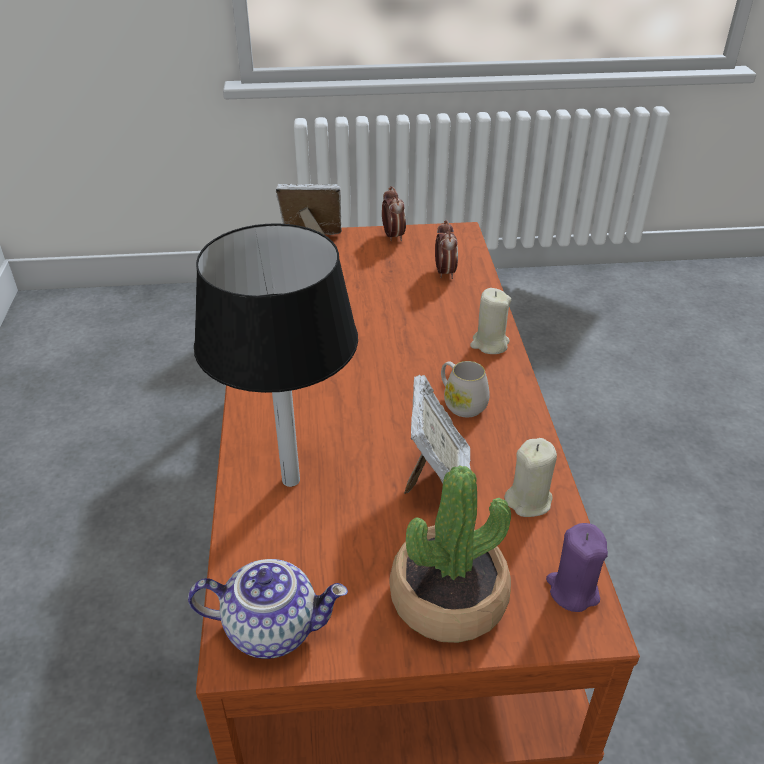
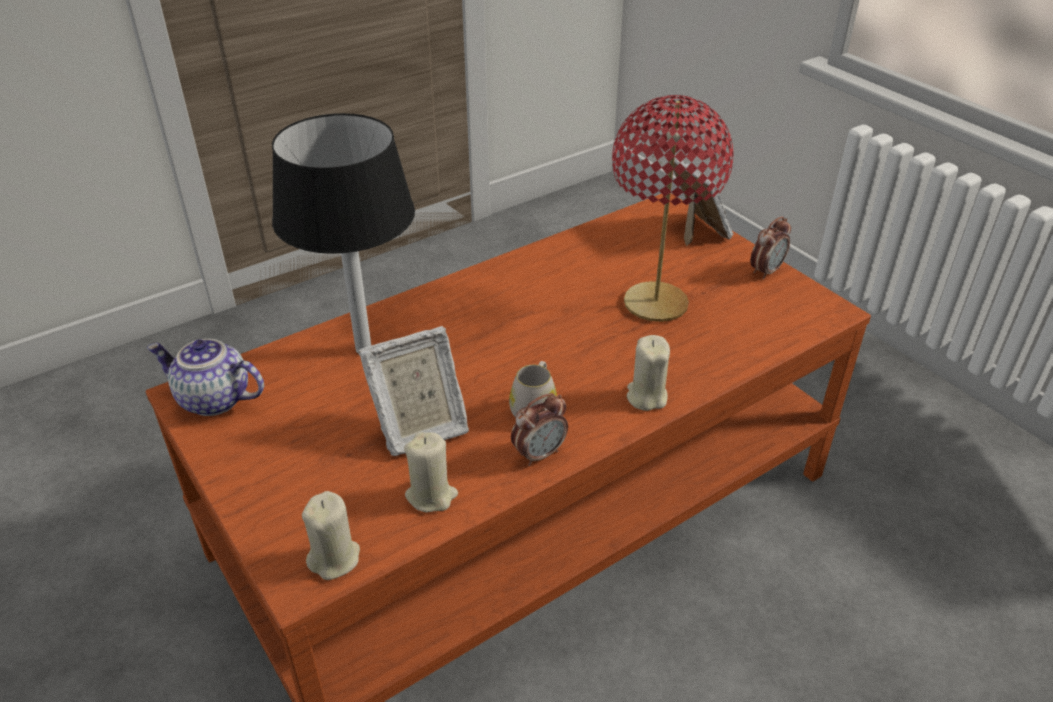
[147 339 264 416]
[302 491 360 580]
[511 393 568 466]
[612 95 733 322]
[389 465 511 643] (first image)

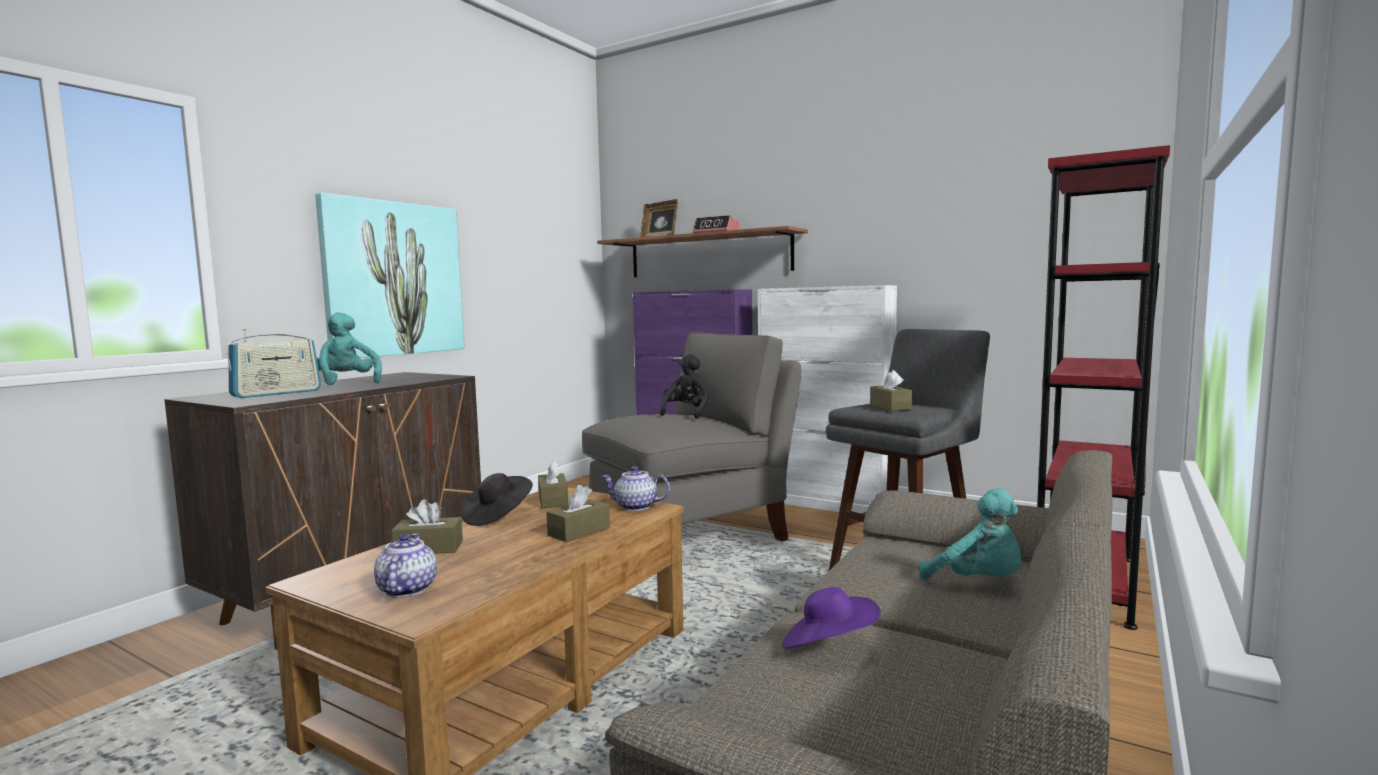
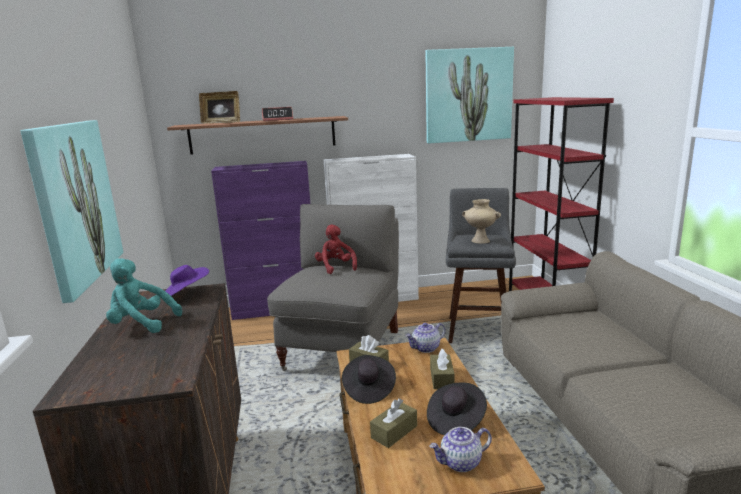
[165 265 209 296]
[315 224 357 274]
[425 47 514 143]
[427 383 487 435]
[430 427 492 472]
[462 199 501 244]
[227 329 321 398] (first image)
[919 488 1021 580] (first image)

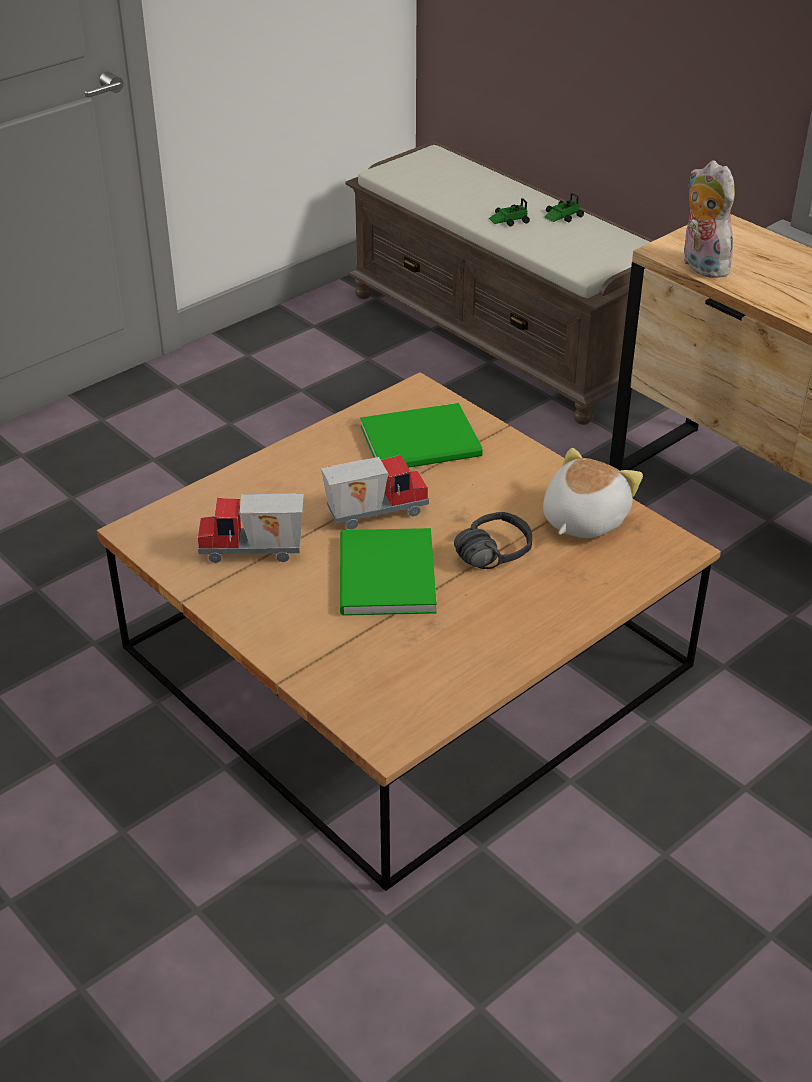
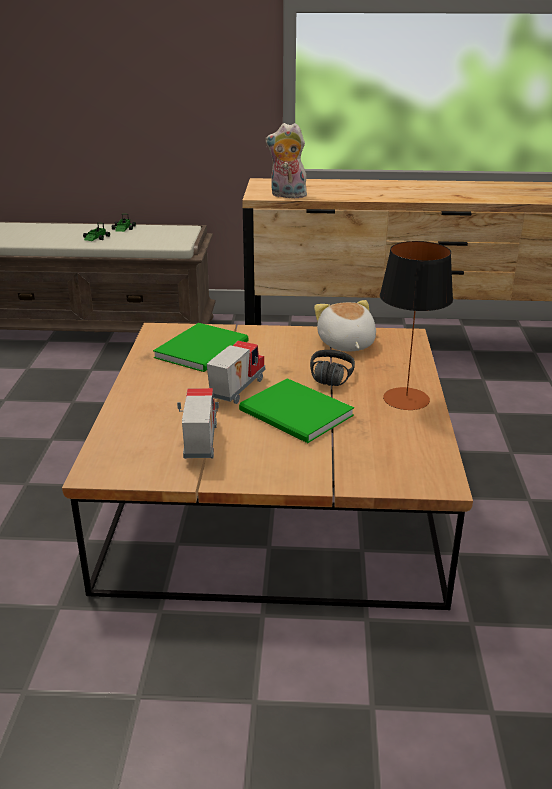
[177 388 219 459]
[380 241 453 410]

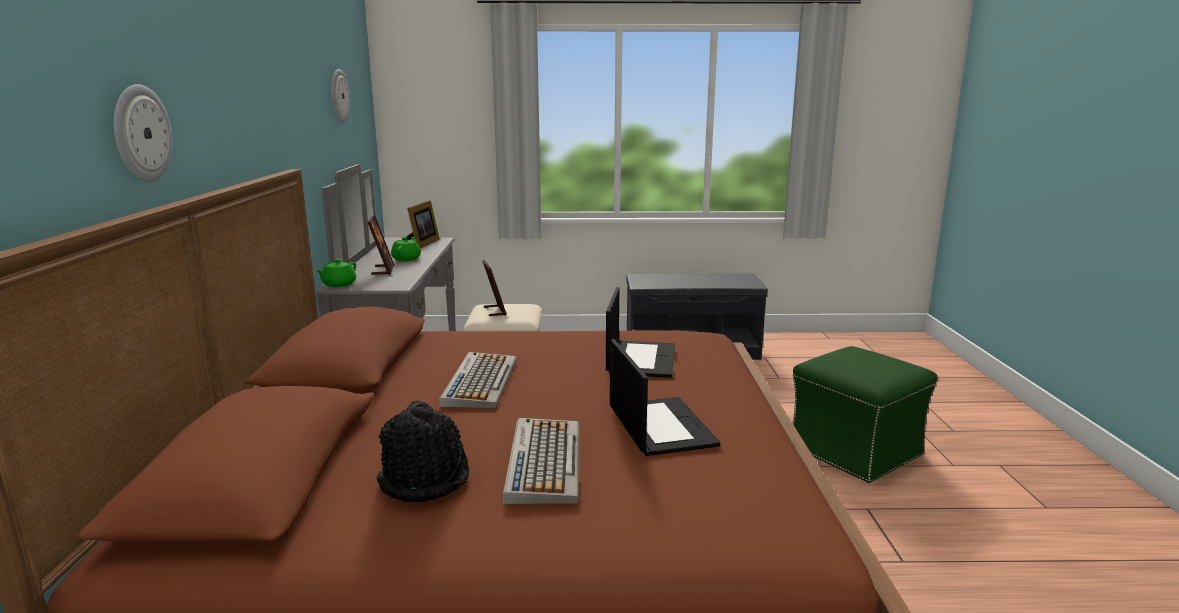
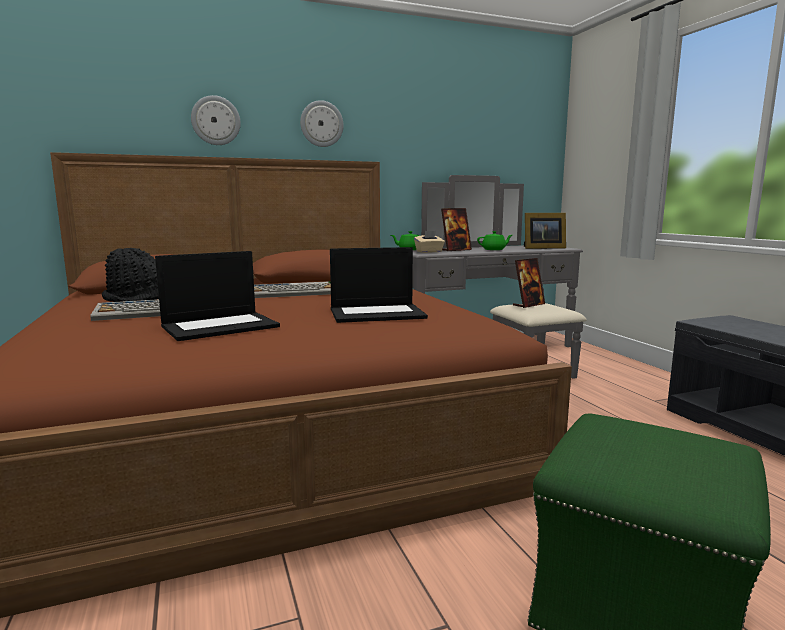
[300 100 344 147]
[414 231 445 253]

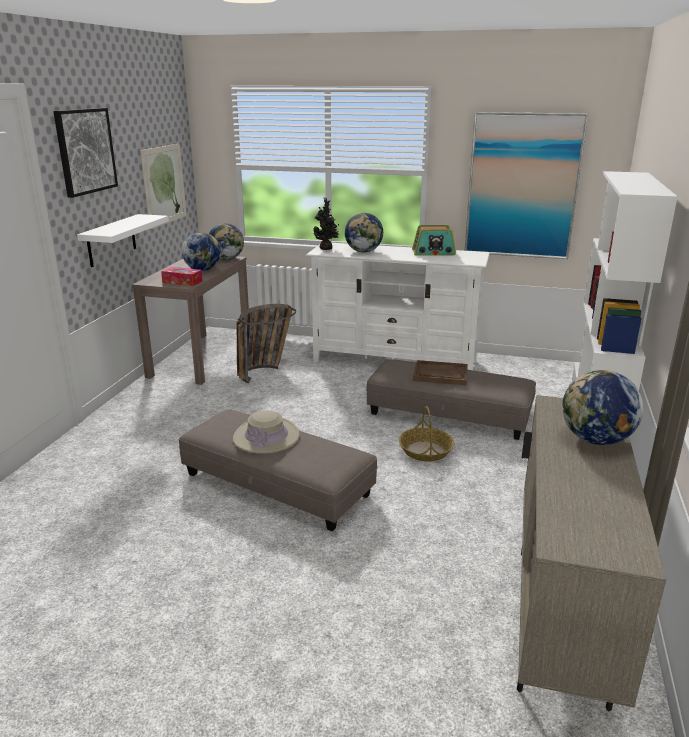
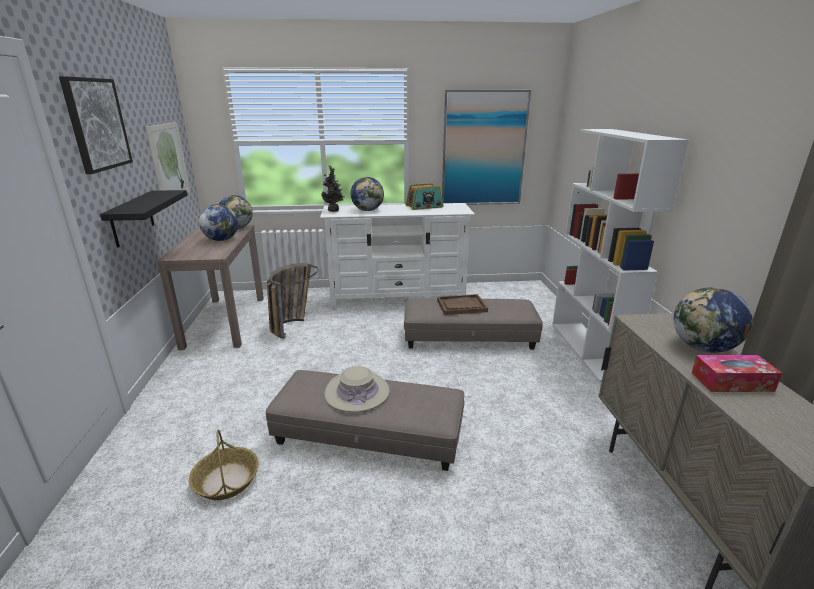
[100 190 187 248]
[189 429 259 500]
[692 355 782 392]

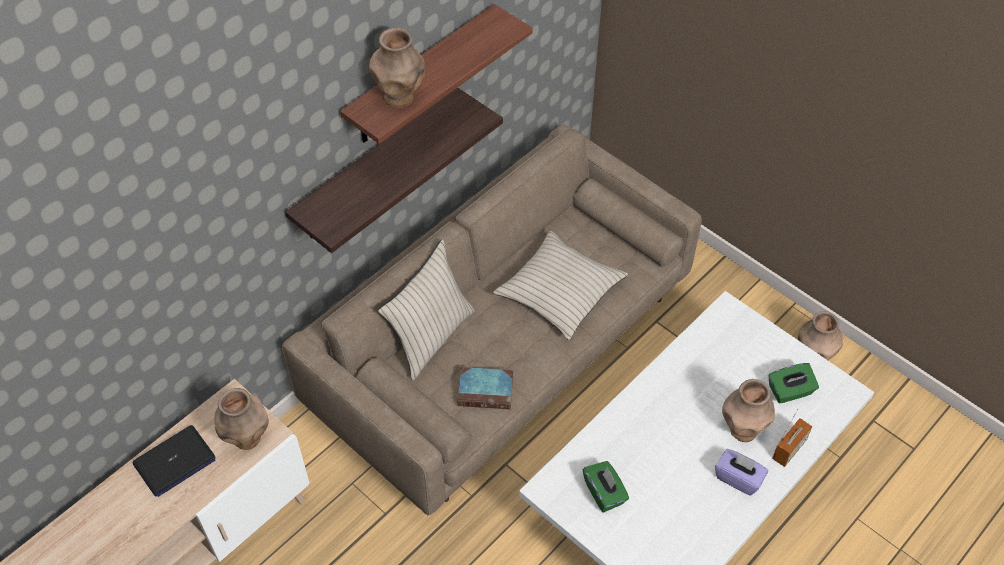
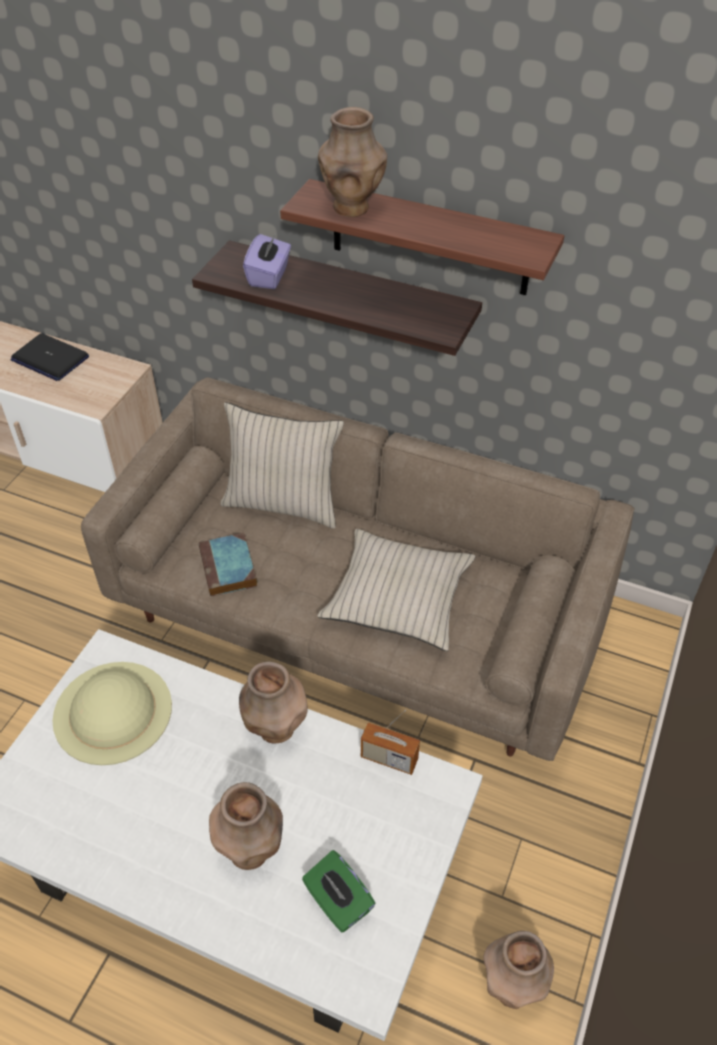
[52 662 172 765]
[239 661 307 743]
[243 234 291 289]
[361 709 420 775]

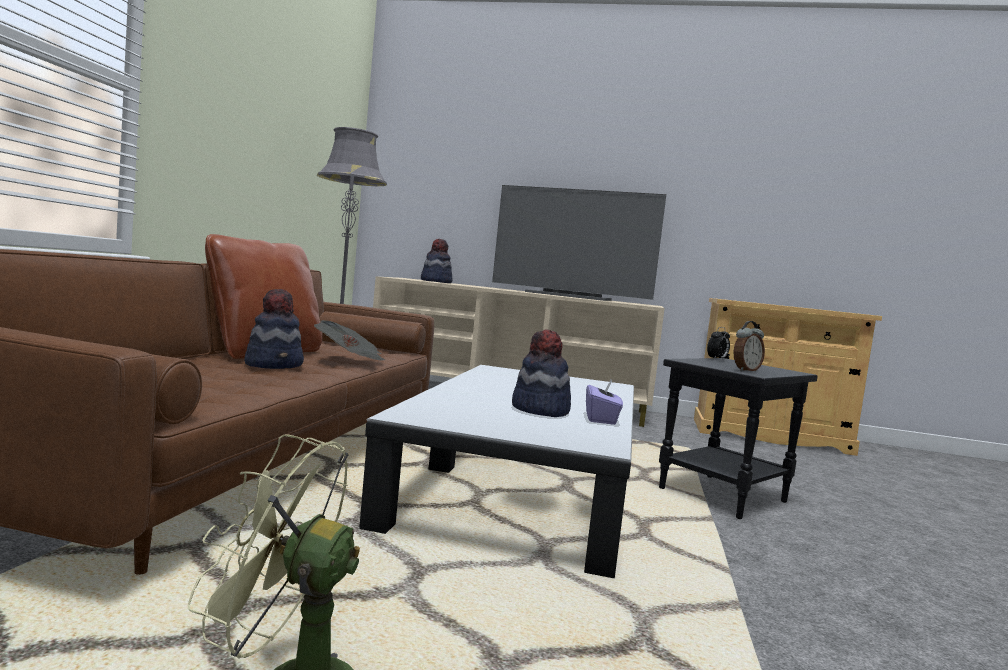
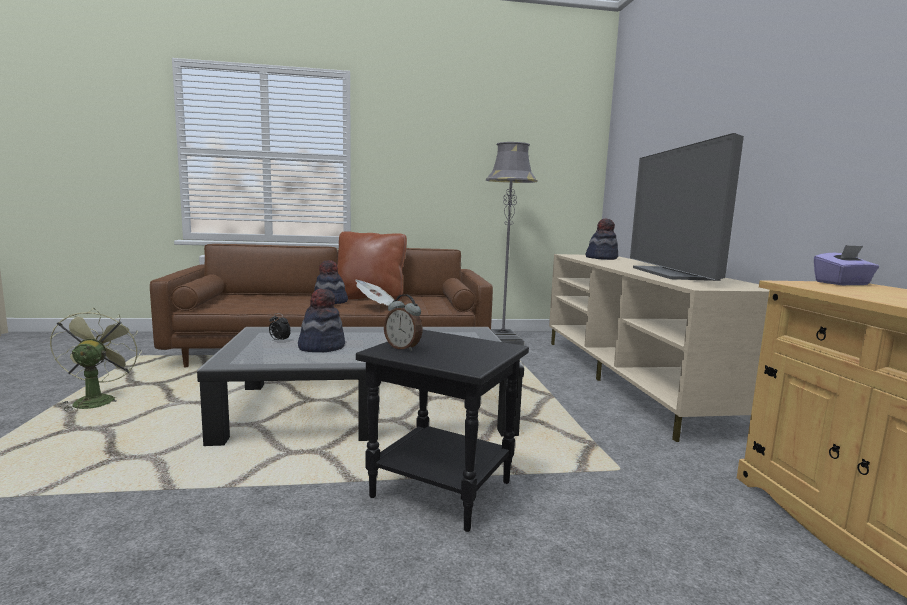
[269 313 291 341]
[814 245 879 286]

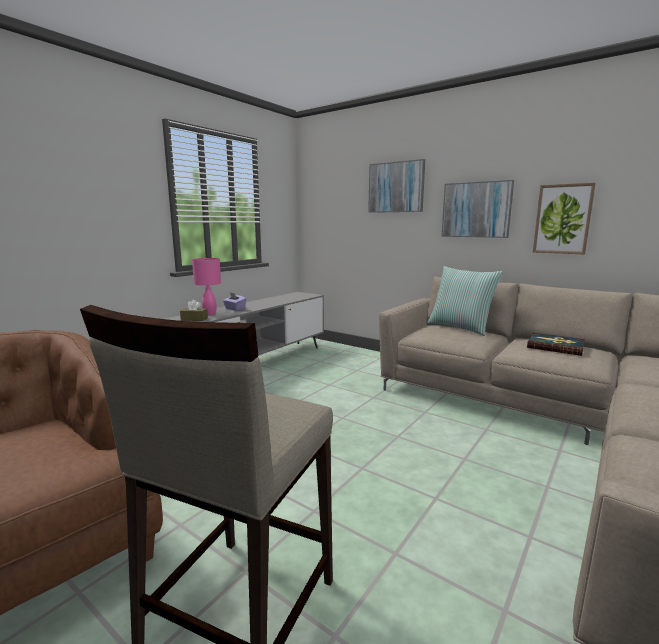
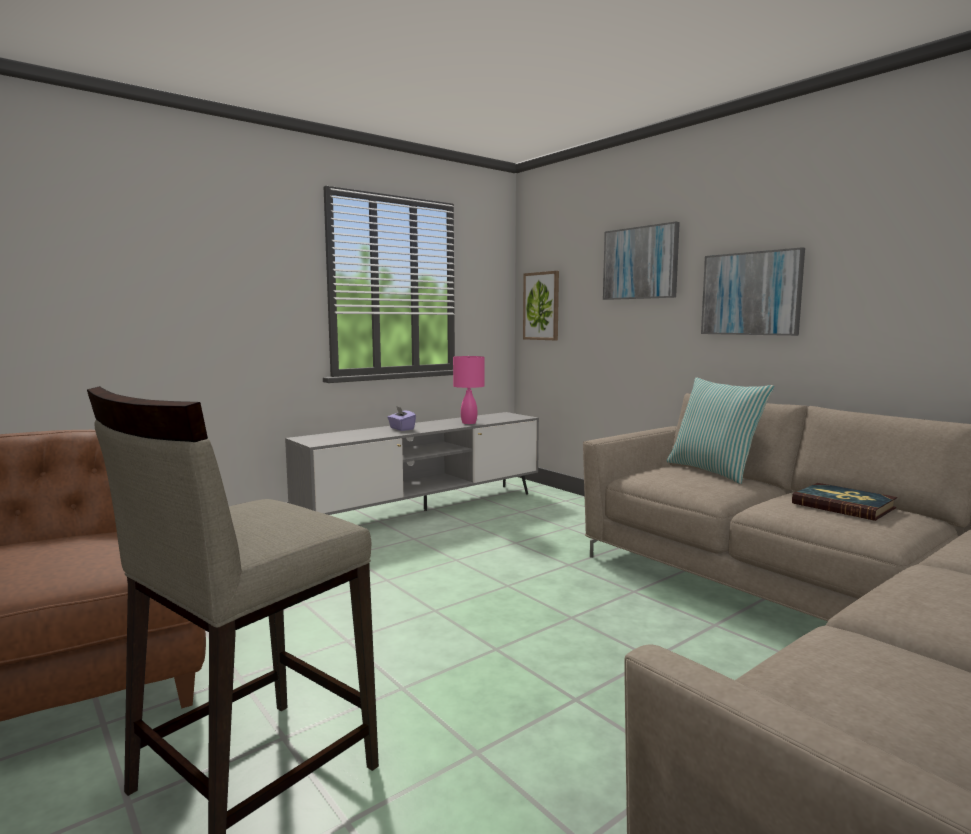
[453 356 485 424]
[523 271 559 340]
[180 300 208 321] (first image)

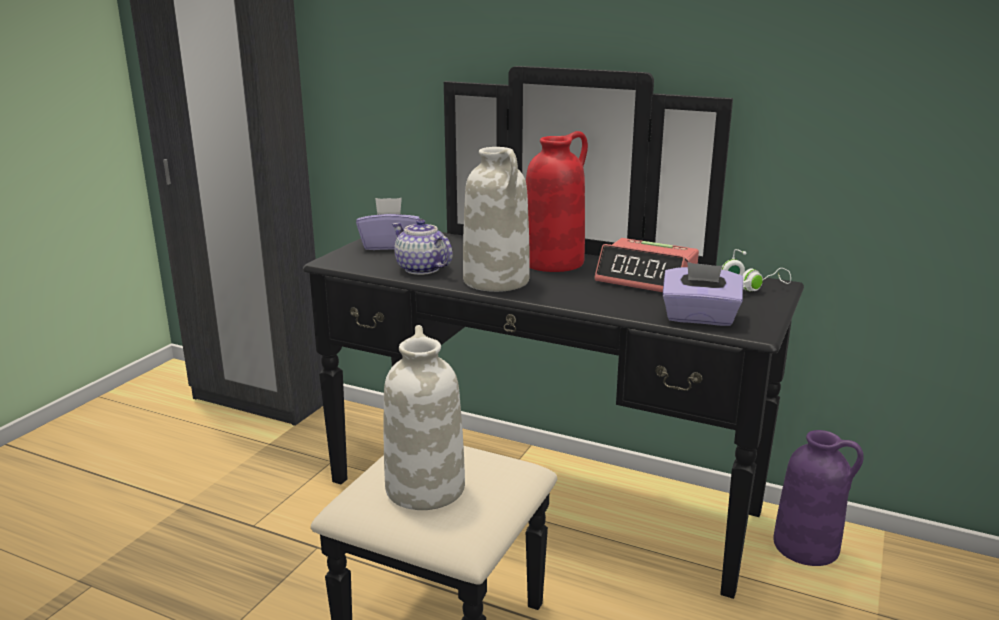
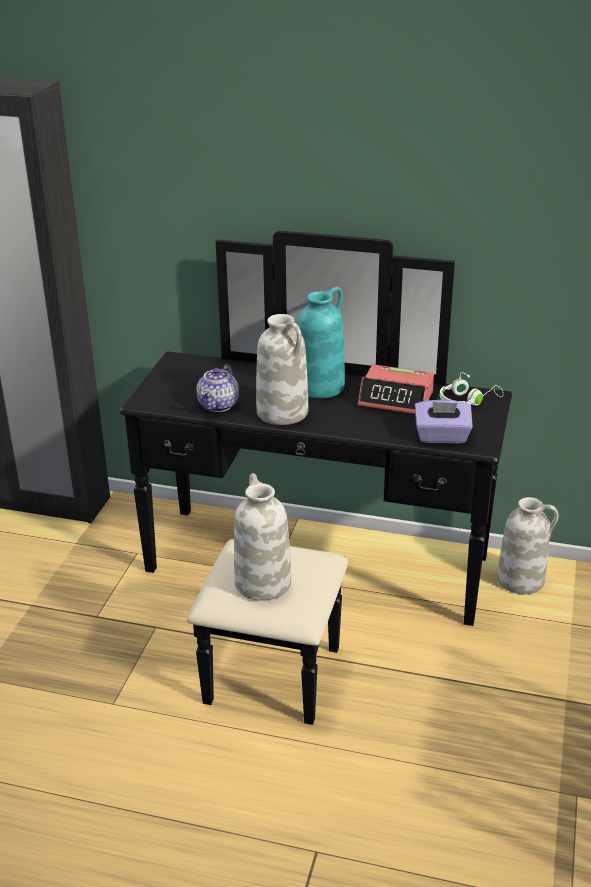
[196 364 239 412]
[297 286 345 398]
[497 497 559 594]
[356 198 420 250] (first image)

